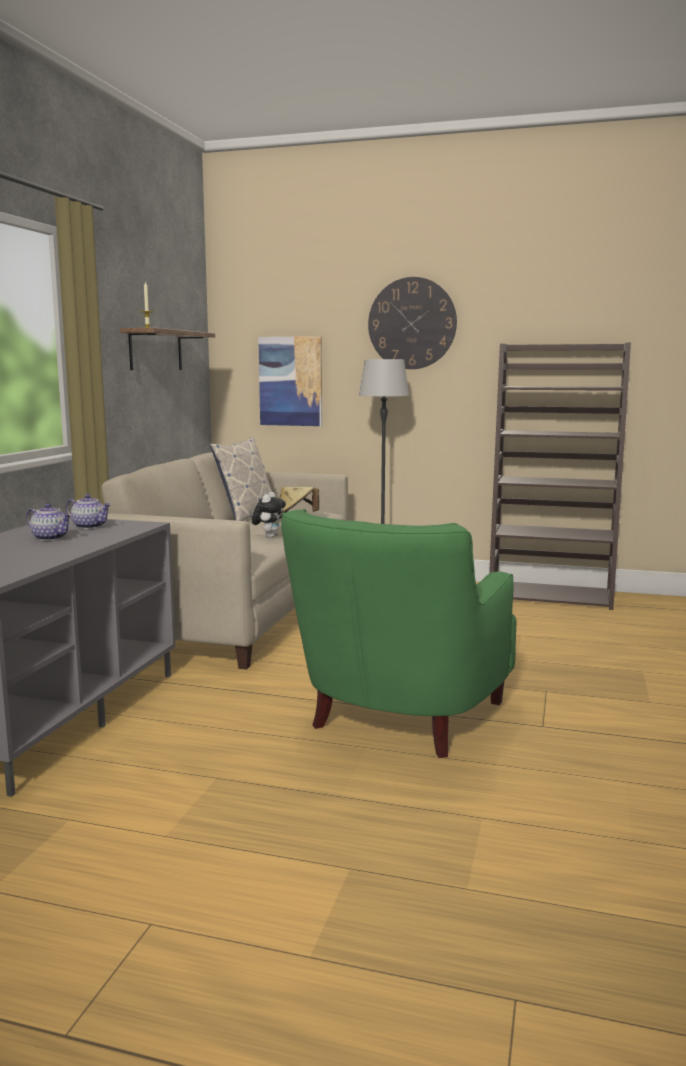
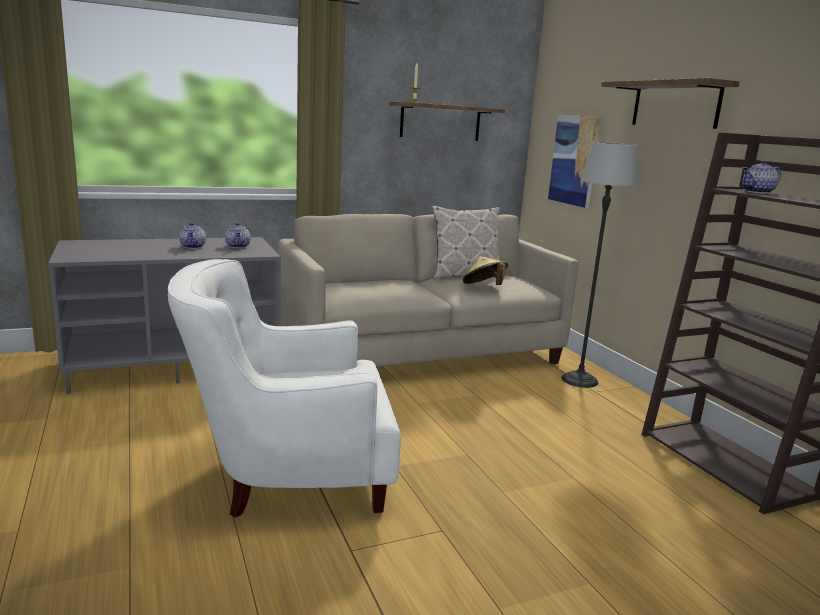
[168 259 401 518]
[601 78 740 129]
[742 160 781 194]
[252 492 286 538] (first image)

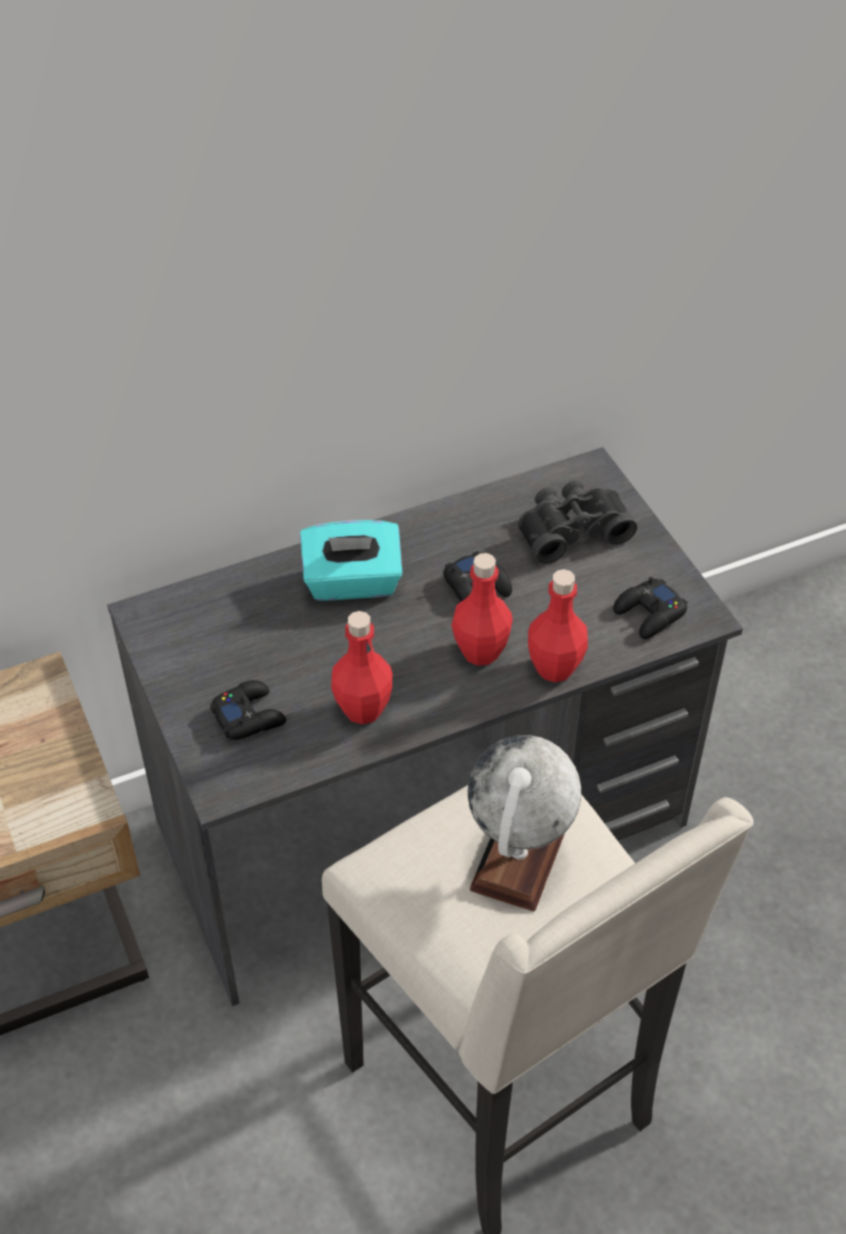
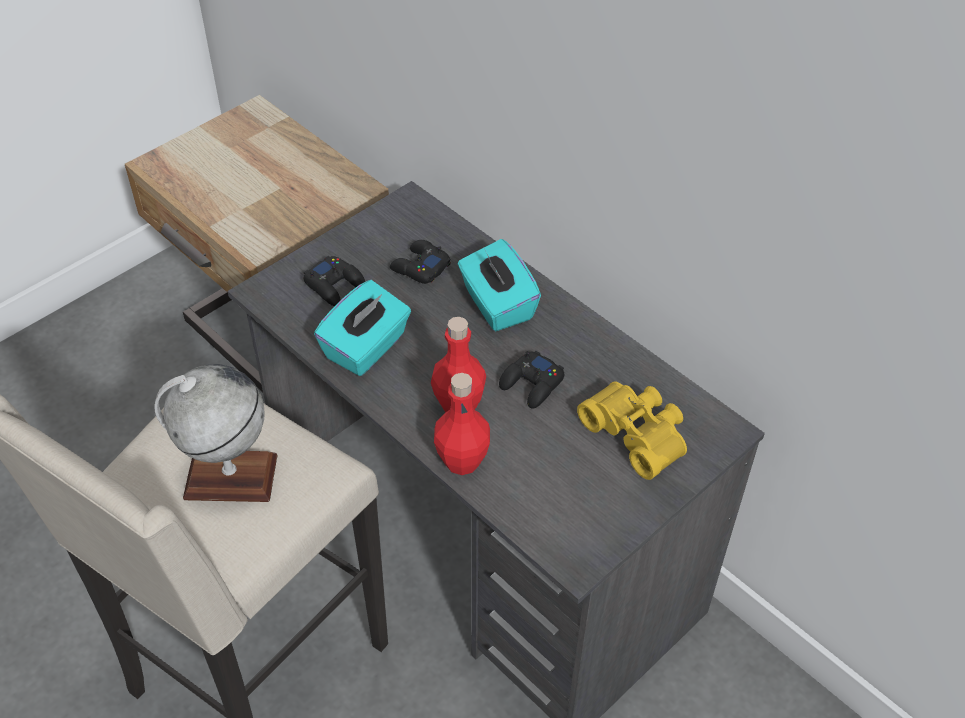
[314 280 411 376]
[390 240 451 284]
[577 381 687 480]

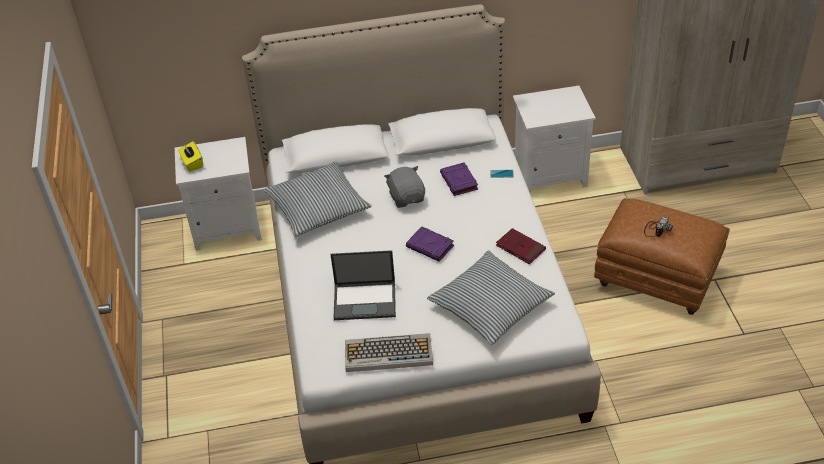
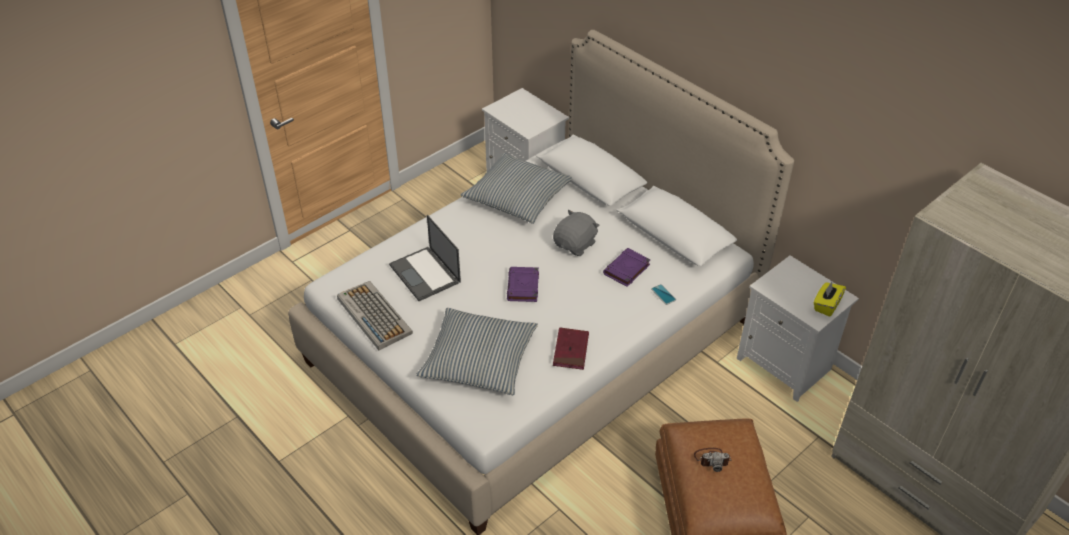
[814 282 846 317]

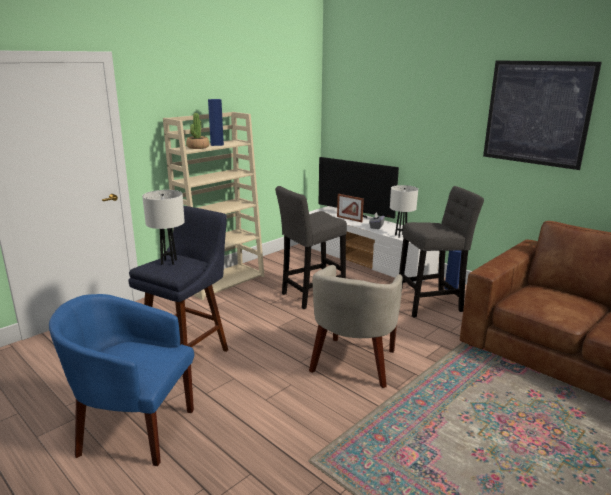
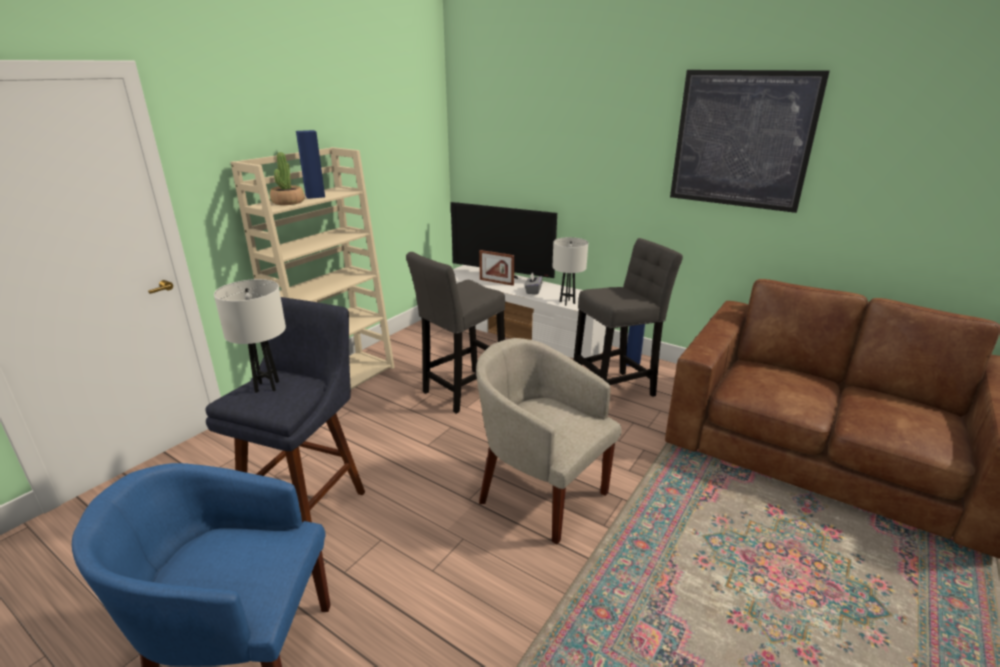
[476 338 621 544]

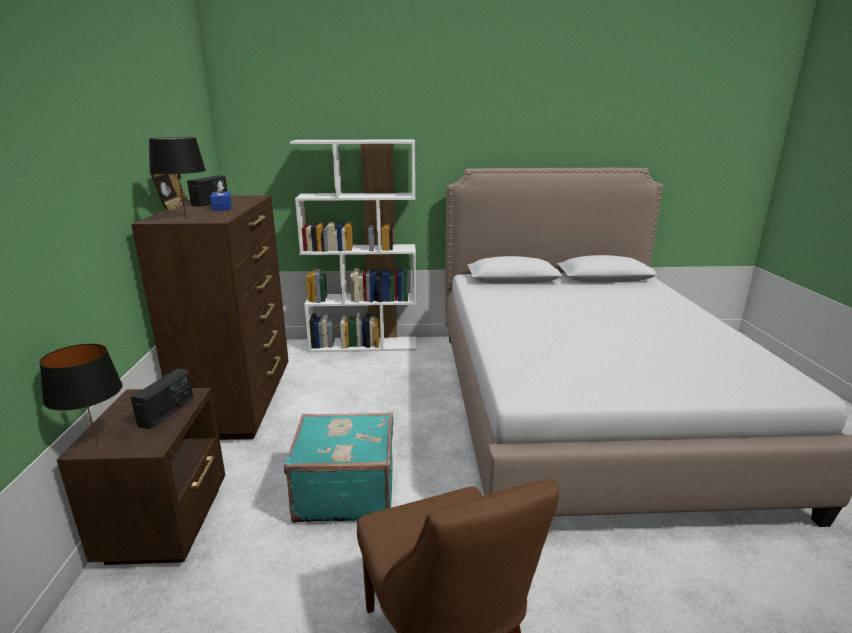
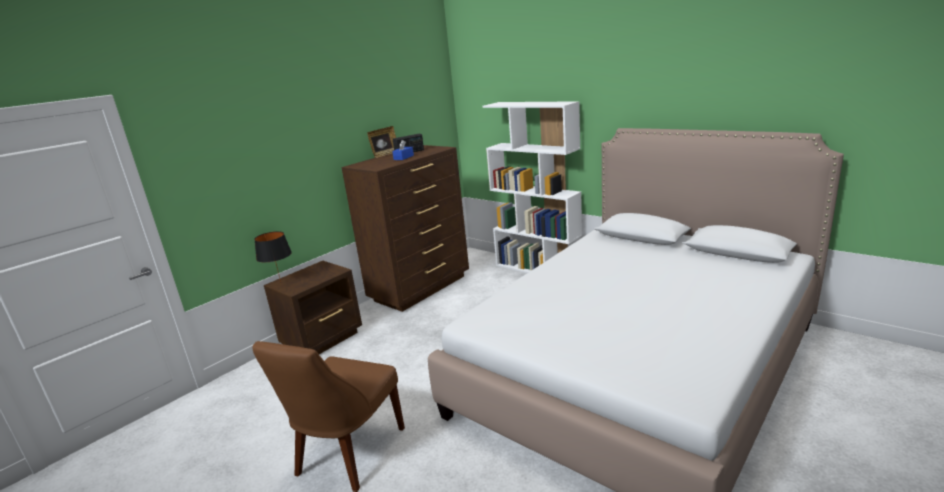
[131 368 194 429] (first image)
[149 137 206 218] (first image)
[284 412 394 523] (first image)

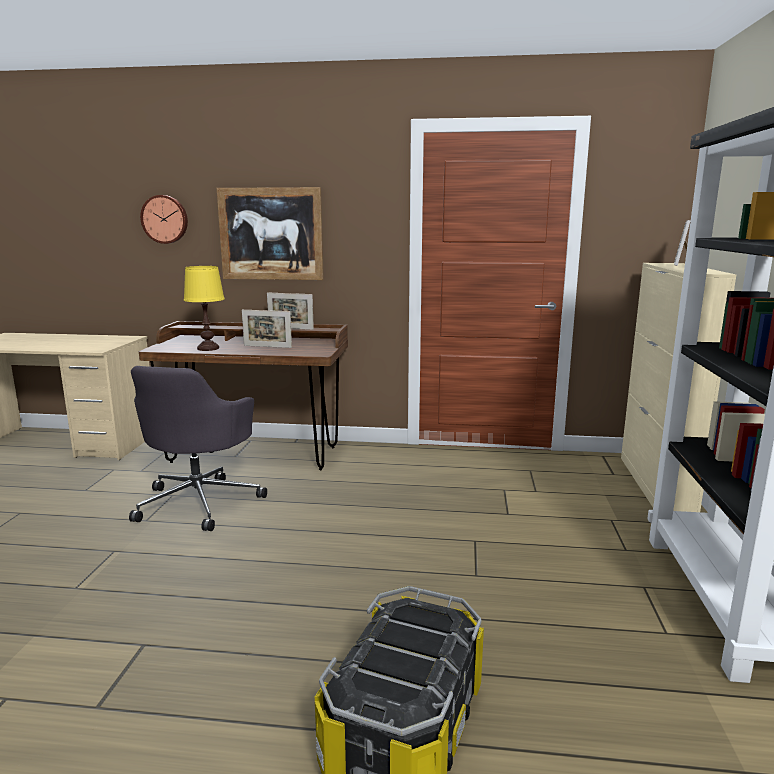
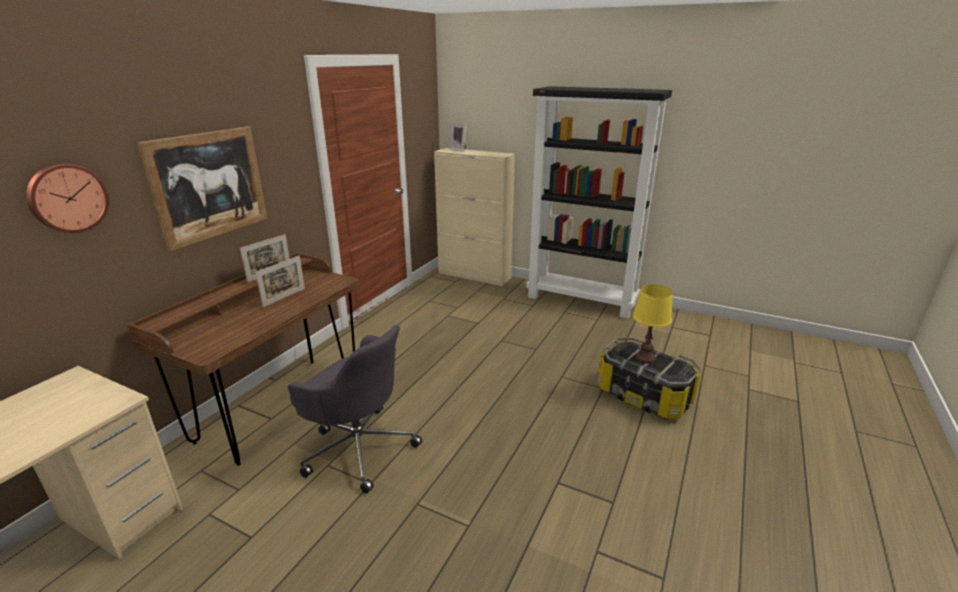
[633 284 673 363]

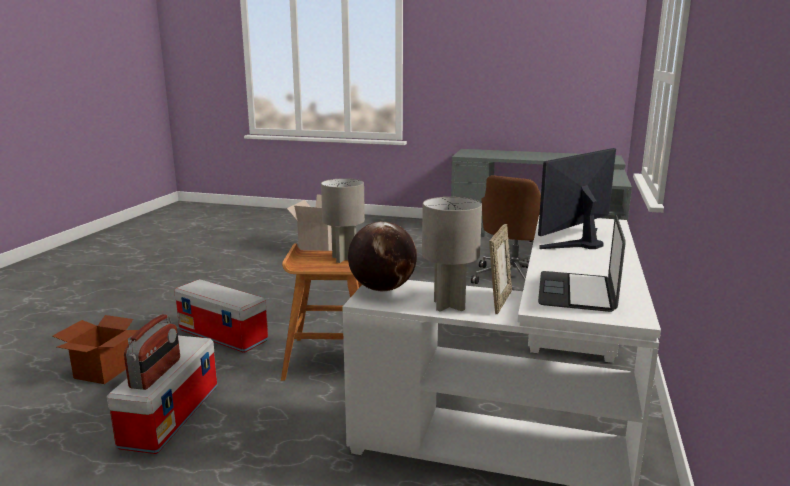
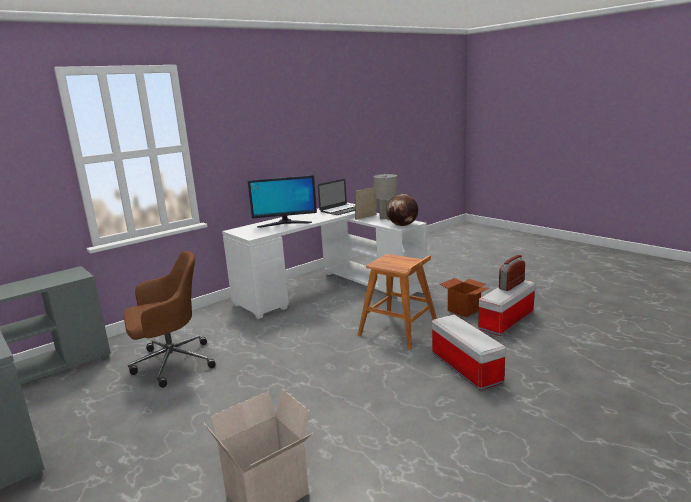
[440 278 489 317]
[321 178 365 263] (first image)

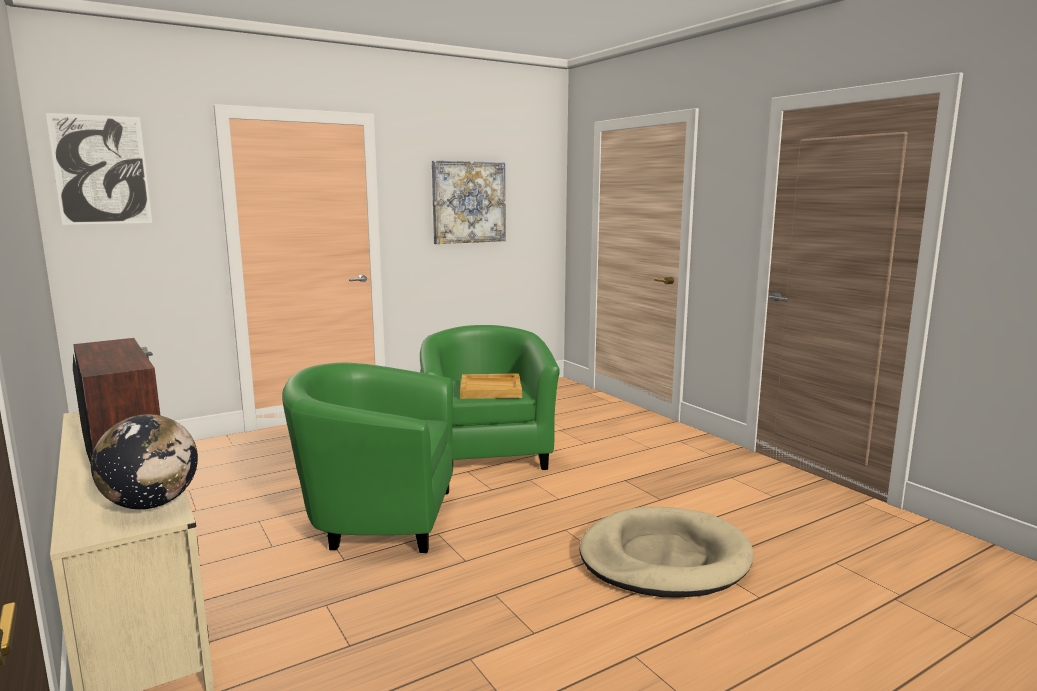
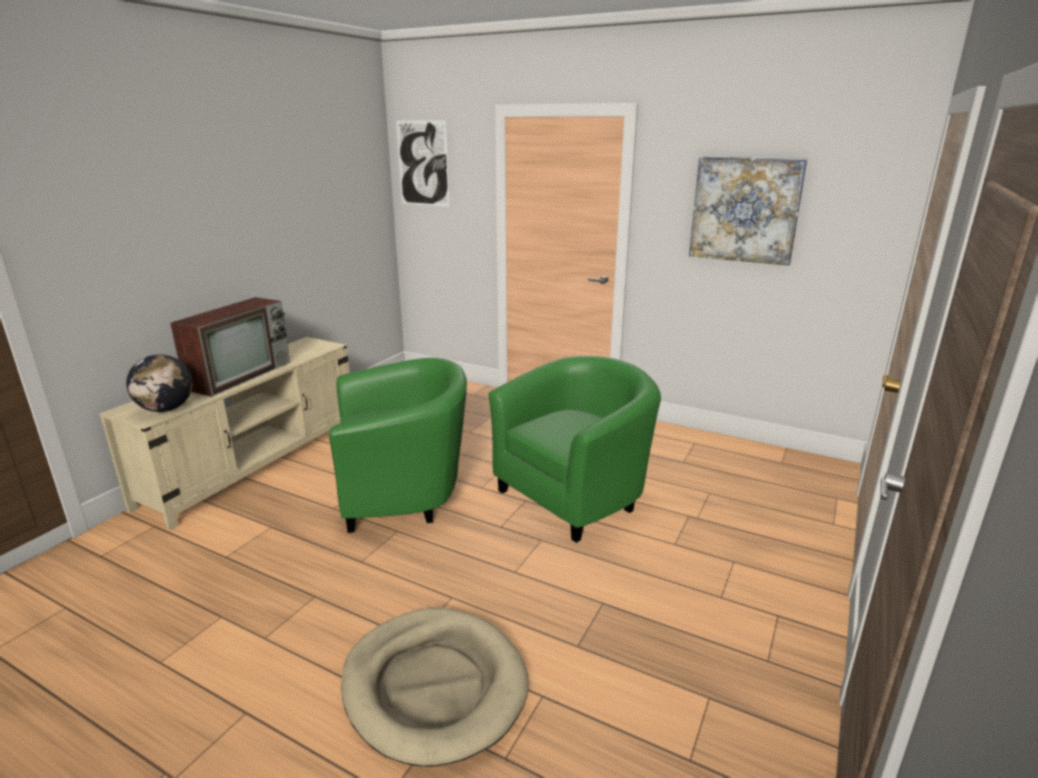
[329 358 467 533]
[460 374 522 399] (first image)

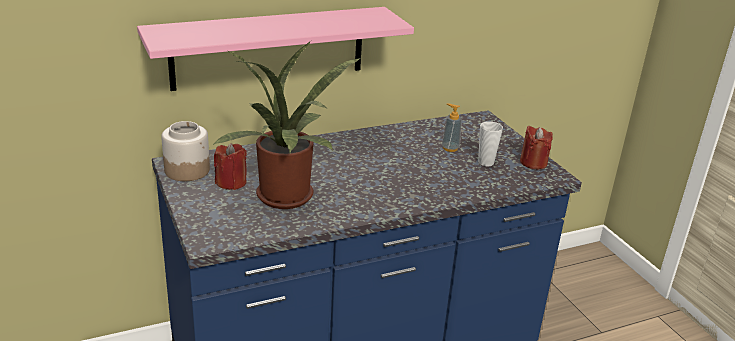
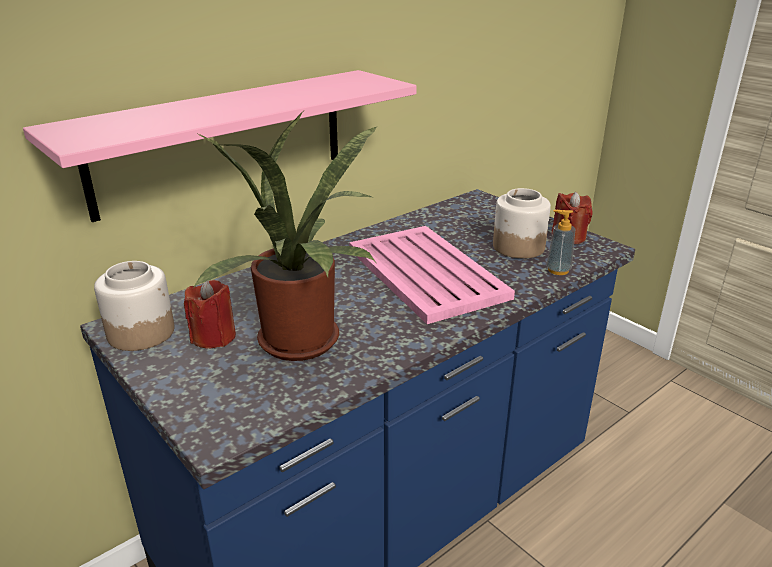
[349 226 515 324]
[493 188 551 258]
[546 210 575 275]

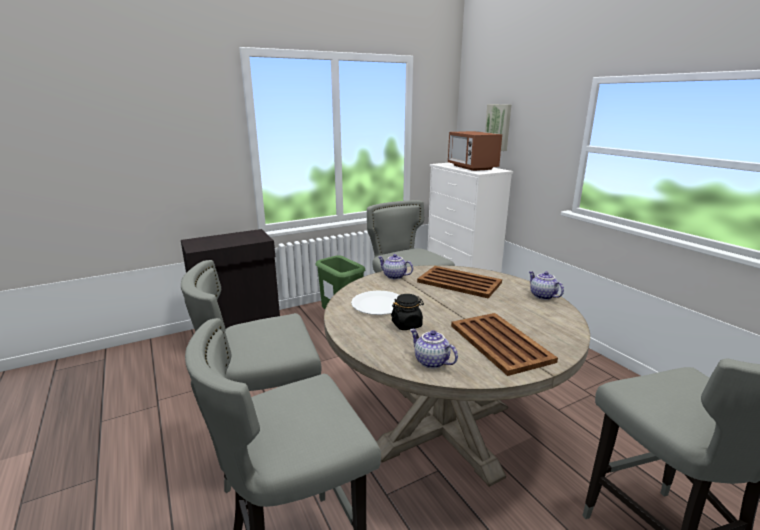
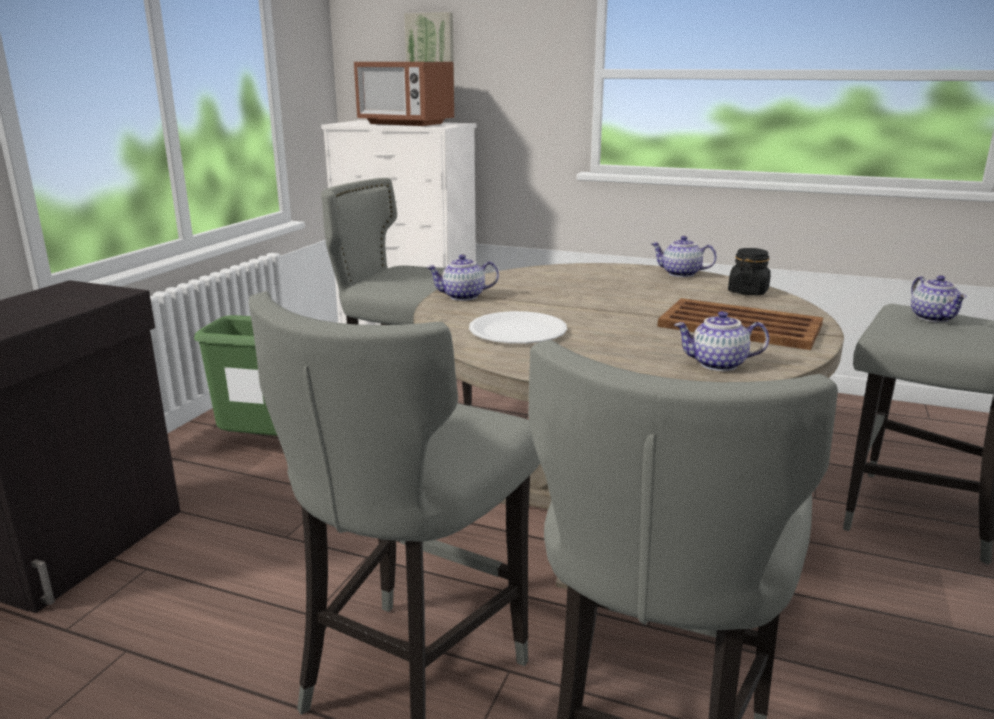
[728 248 771 295]
[911 275 967 323]
[417 266 502 298] (first image)

